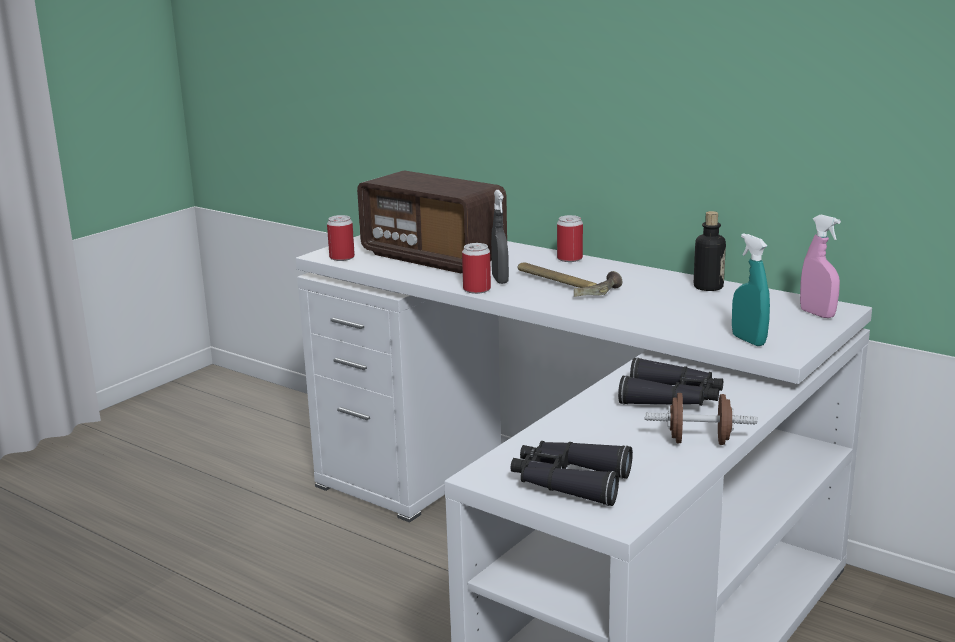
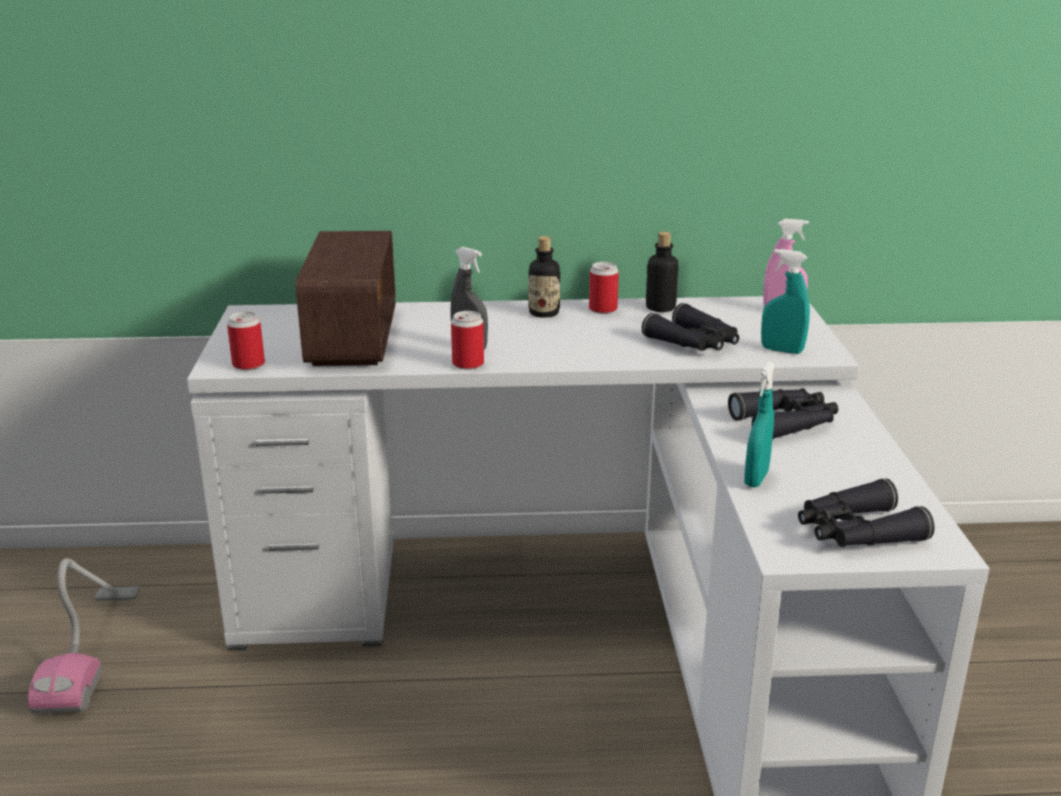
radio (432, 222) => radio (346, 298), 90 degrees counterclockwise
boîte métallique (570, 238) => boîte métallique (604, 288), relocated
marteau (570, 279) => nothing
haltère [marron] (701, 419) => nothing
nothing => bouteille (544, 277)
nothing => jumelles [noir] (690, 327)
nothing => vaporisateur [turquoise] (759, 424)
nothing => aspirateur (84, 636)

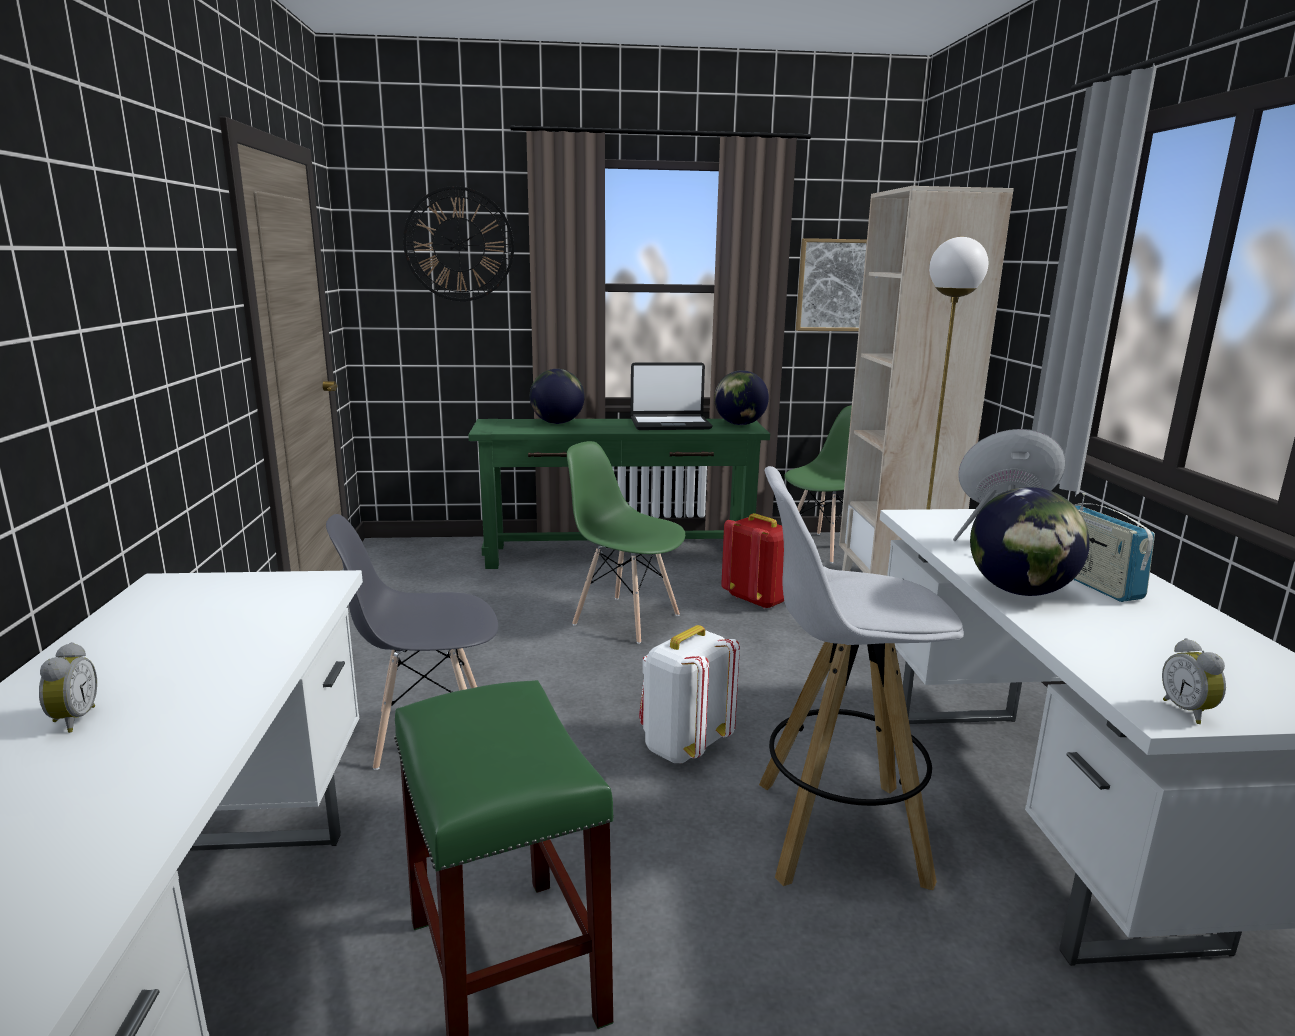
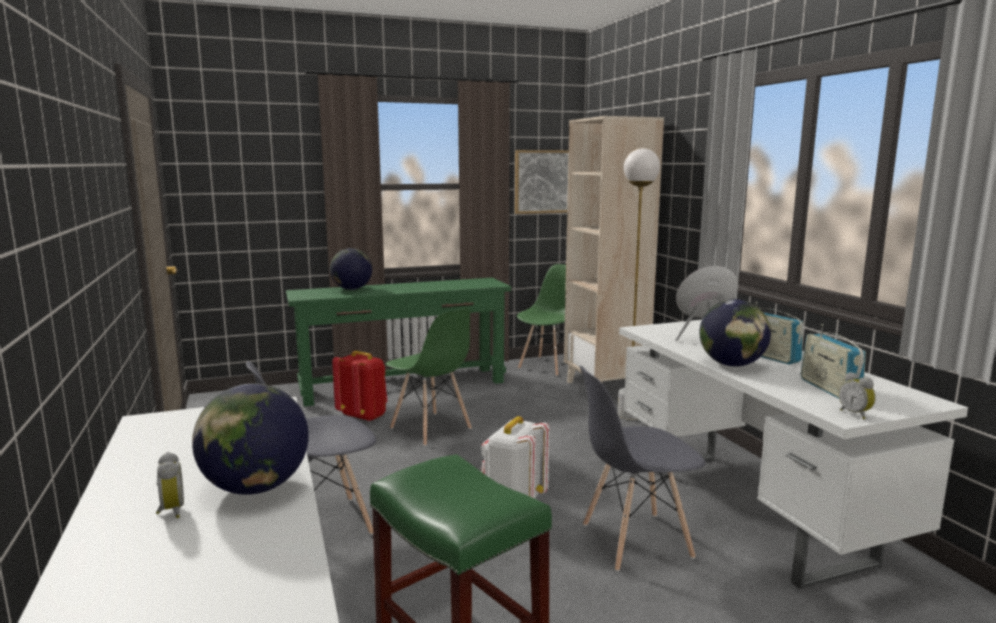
horloge murale (458, 243) => nothing
ordinateur portable (671, 396) => nothing
globe (741, 397) => globe (250, 439), relocated
chaise [vert] (626, 542) => chaise [vert] (429, 377), 150 degrees counterclockwise
tabouret [blanc] (861, 678) => chaise [gris] (643, 468)
sac à dos [rouge] (752, 561) => sac à dos [rouge] (359, 386), relocated
nothing => radio (833, 361)

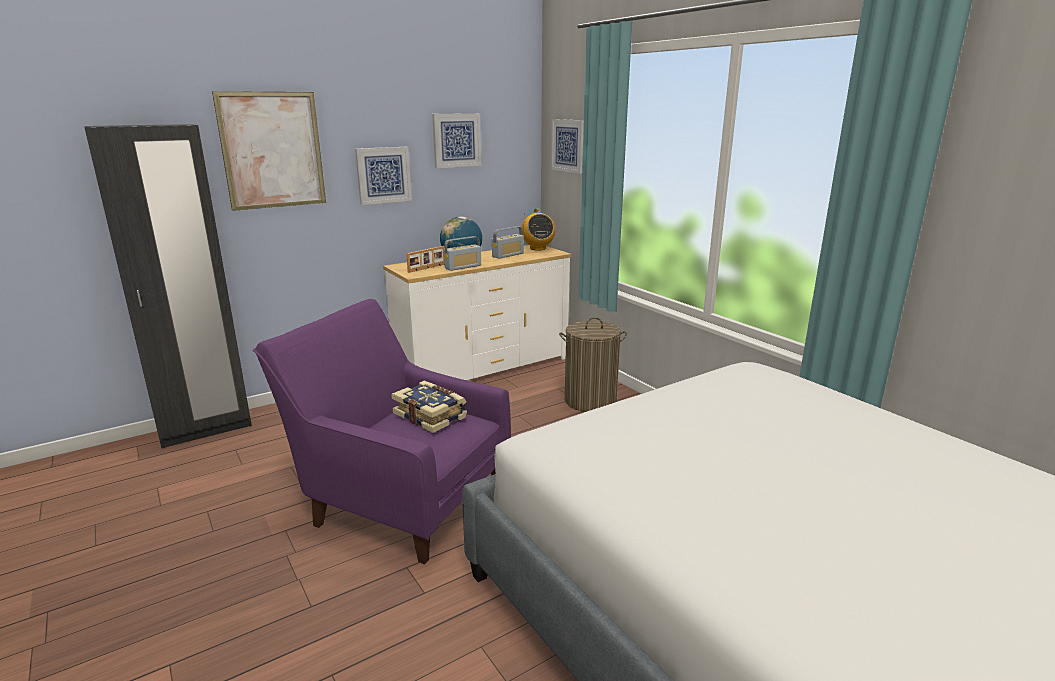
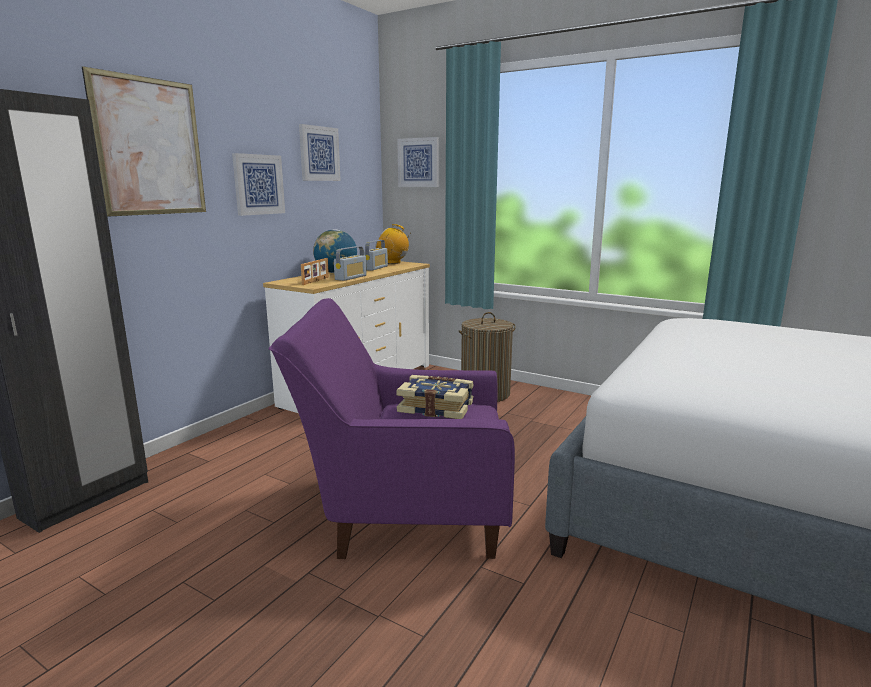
radio (538, 229) => radio (393, 244), 150 degrees clockwise

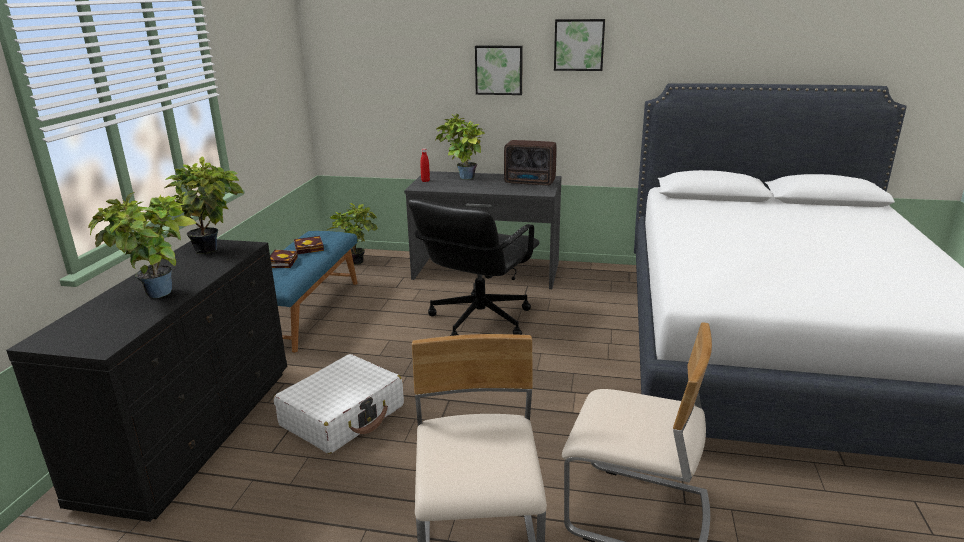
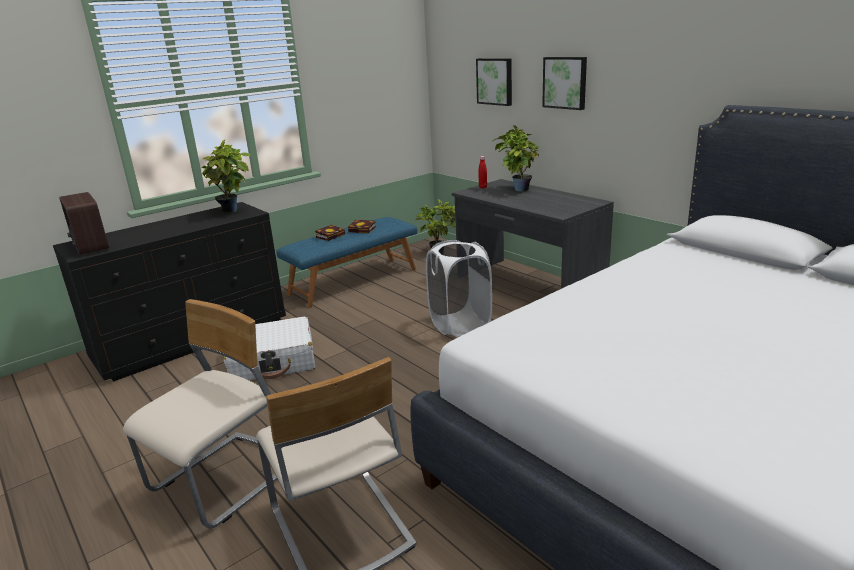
tableau (579, 45) => tableau (494, 82), relocated
radio (530, 163) => radio (84, 223), relocated
plante en pot (142, 245) => nothing
chaise de bureau [noir] (474, 267) => panier à linge [blanc] (459, 288)

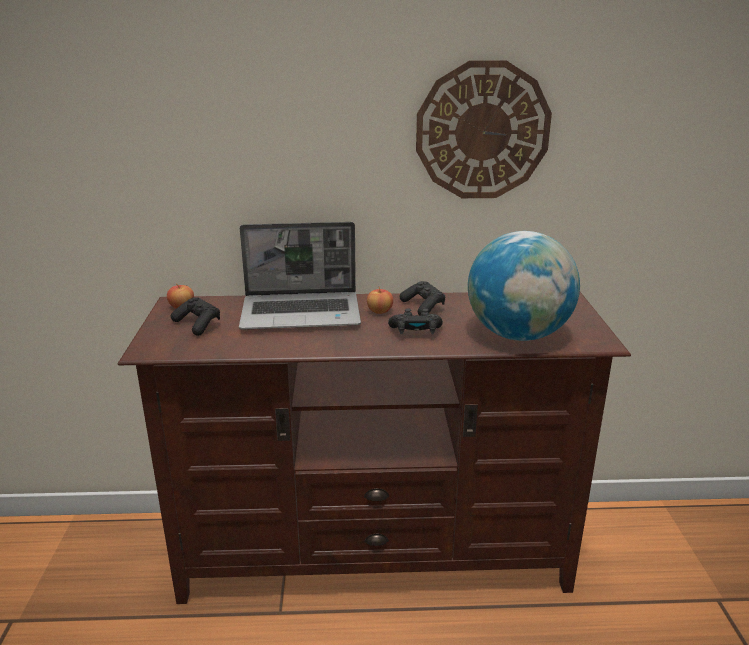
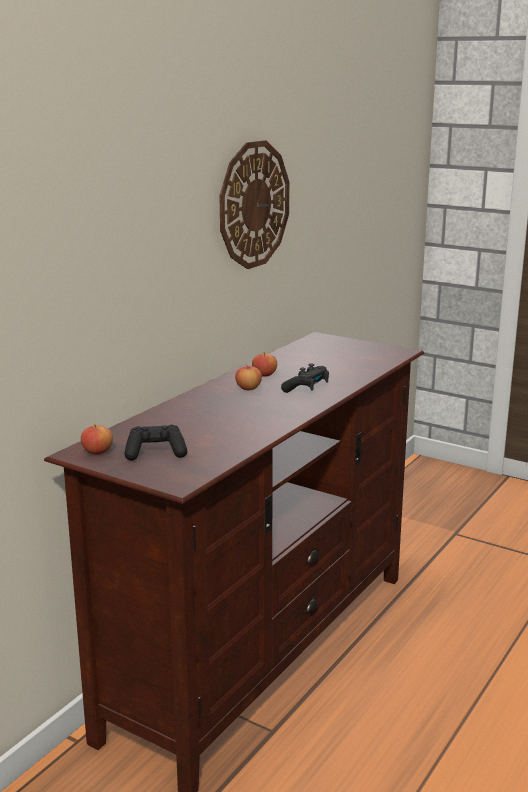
ordinateur portable (300, 275) => nothing
globe (524, 286) => nothing
manette [noir] (422, 298) => pomme (264, 364)

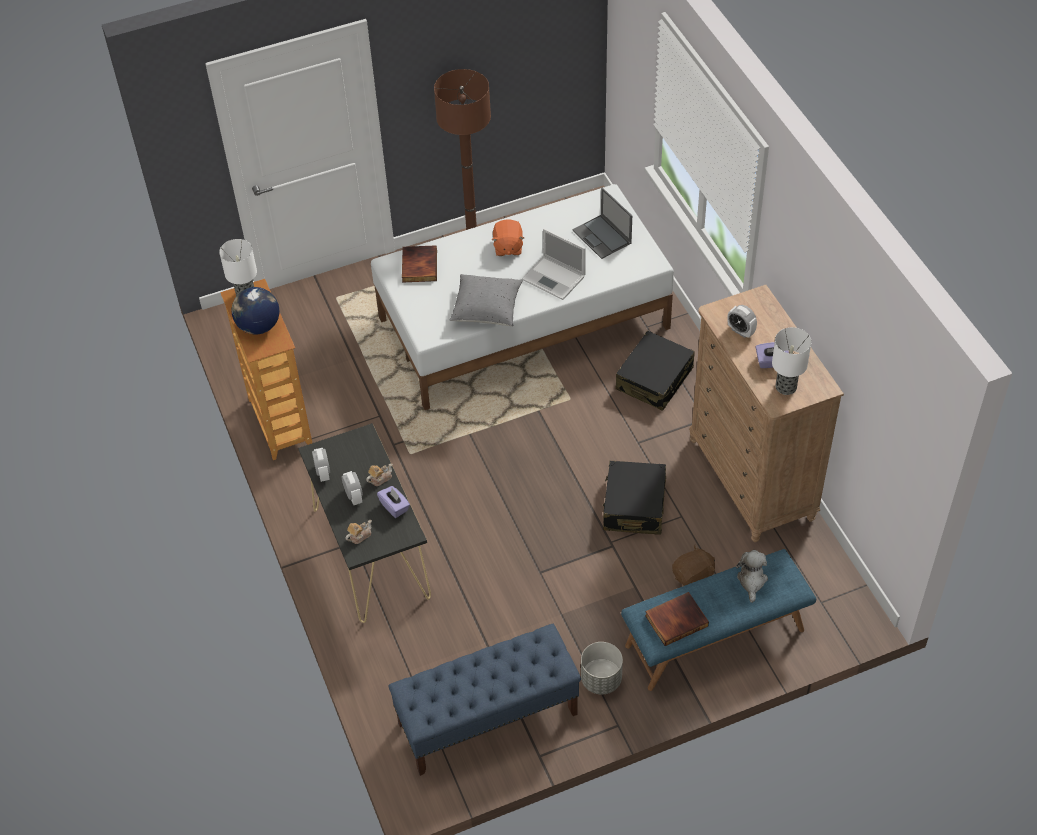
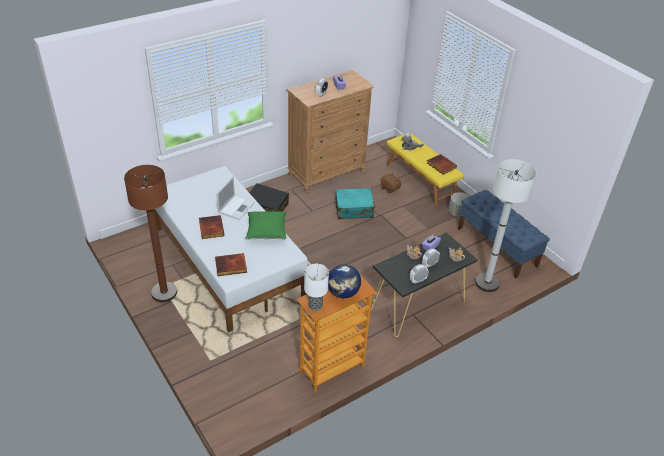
ordinateur portable (602, 223) => nothing
peluche [orange] (508, 237) => livre (211, 227)
coussin [gris] (486, 300) => coussin [vert] (266, 225)
lampe de table (791, 361) => nothing
valise [noir] (634, 498) => valise [turquoise] (355, 203)
banc [bleu] (718, 620) => banc [jaune] (425, 170)
nothing => lampadaire [blanc] (505, 225)

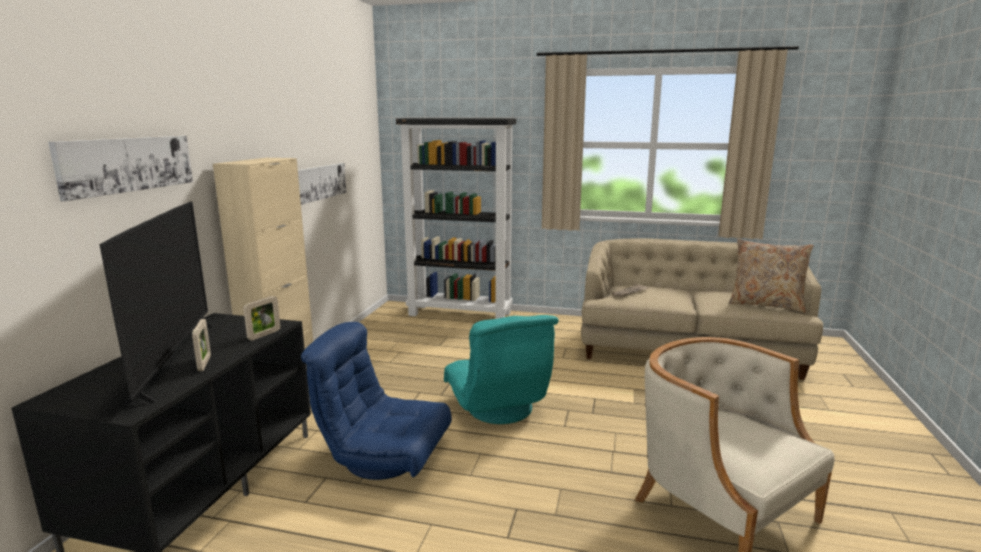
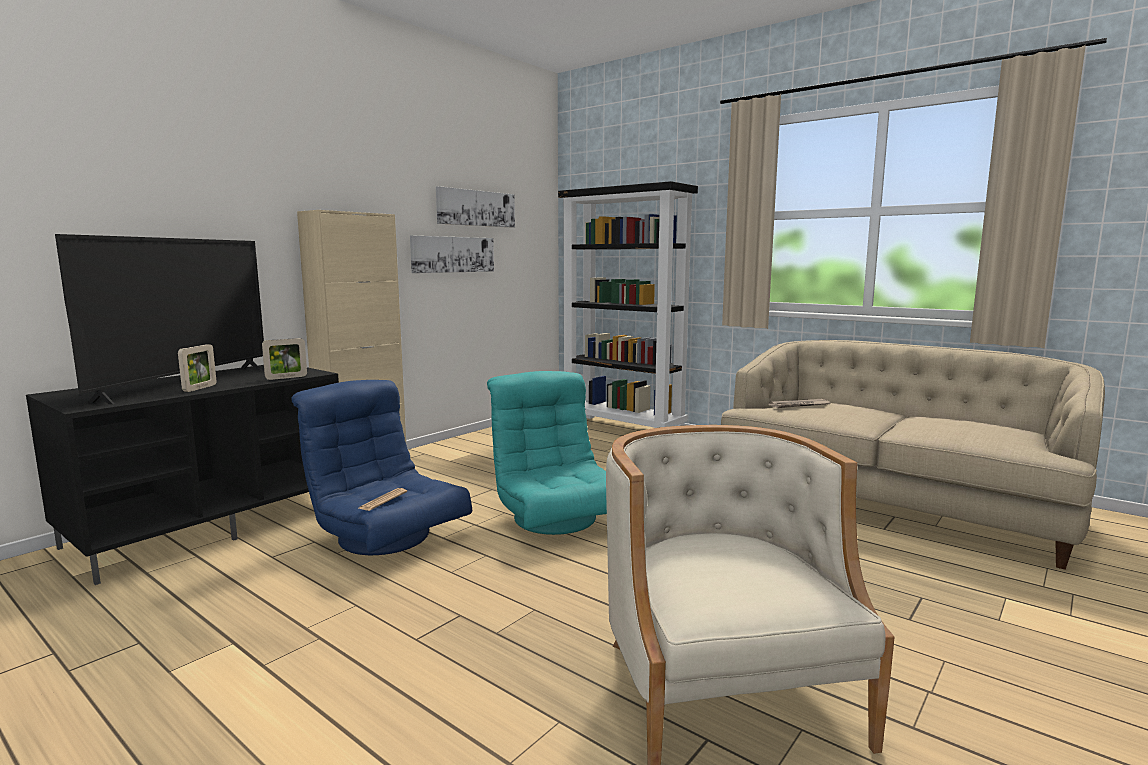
tableau (120, 168) => tableau (475, 207), relocated
coussin [beige] (771, 276) => nothing
fauteuil [turquoise] (501, 369) => fauteuil [turquoise] (547, 453), 150 degrees clockwise
nothing => journal (383, 499)

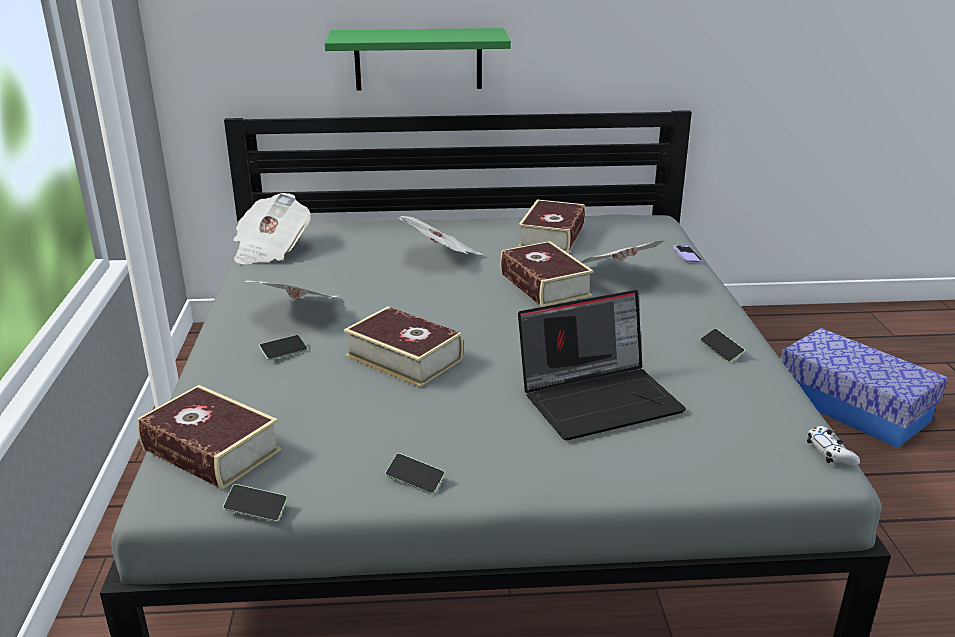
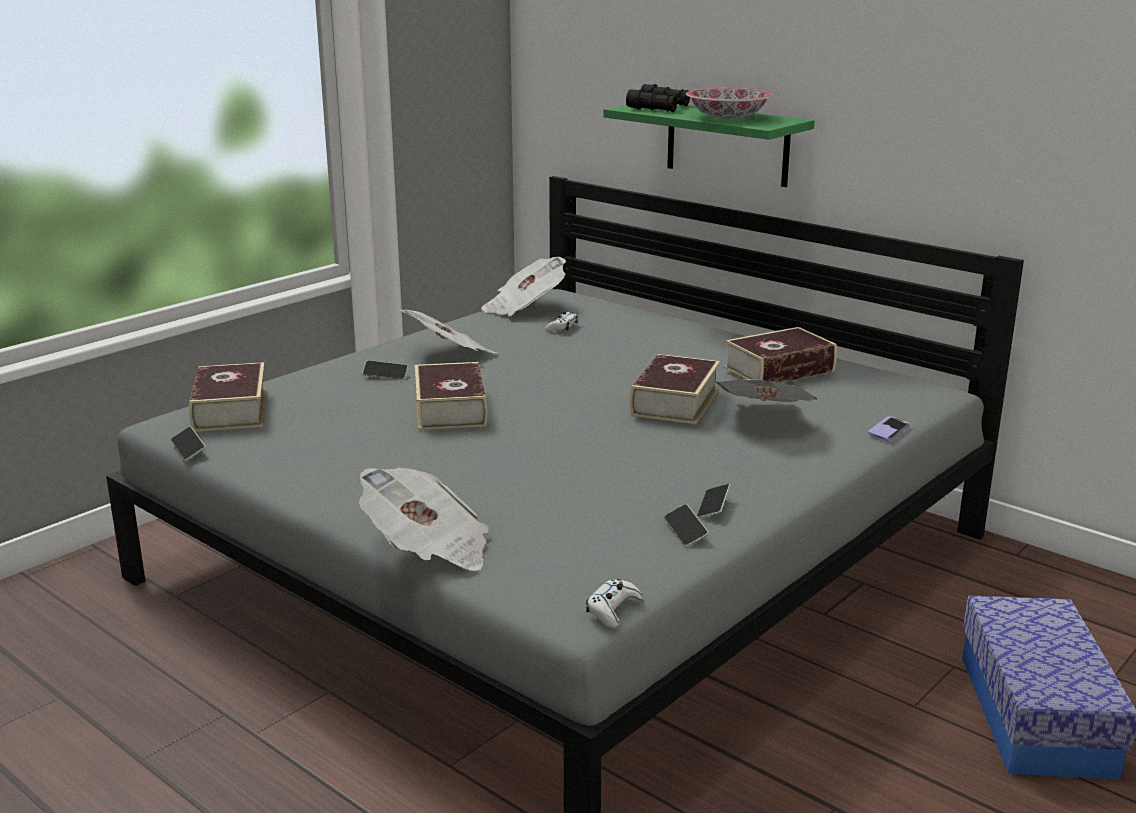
journal (440, 235) => journal (424, 519), relocated
ordinateur portable (602, 365) => nothing
téléphone (415, 473) => téléphone (686, 525), relocated
nothing => jumelles [noir] (658, 98)
nothing => bol (729, 103)
nothing => manette [blanc] (561, 322)

